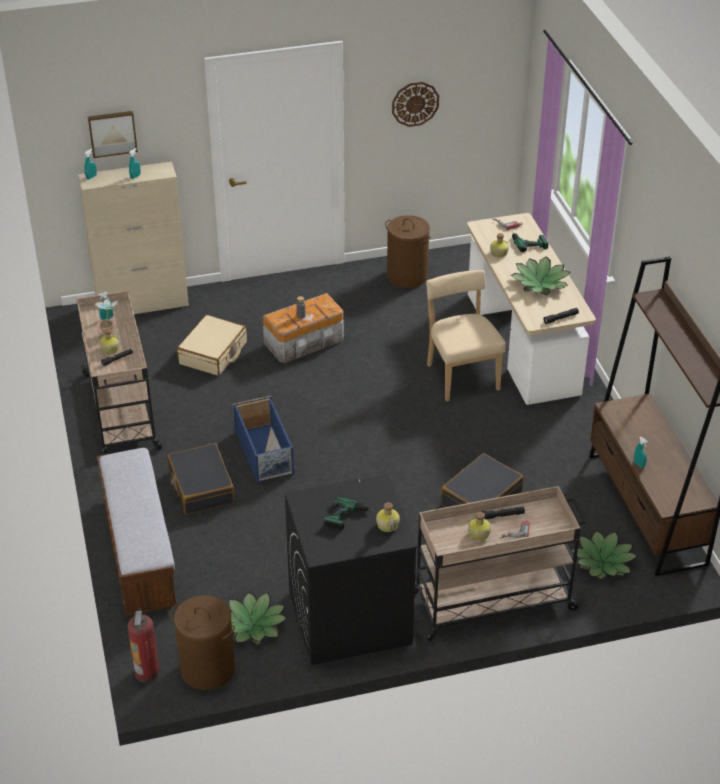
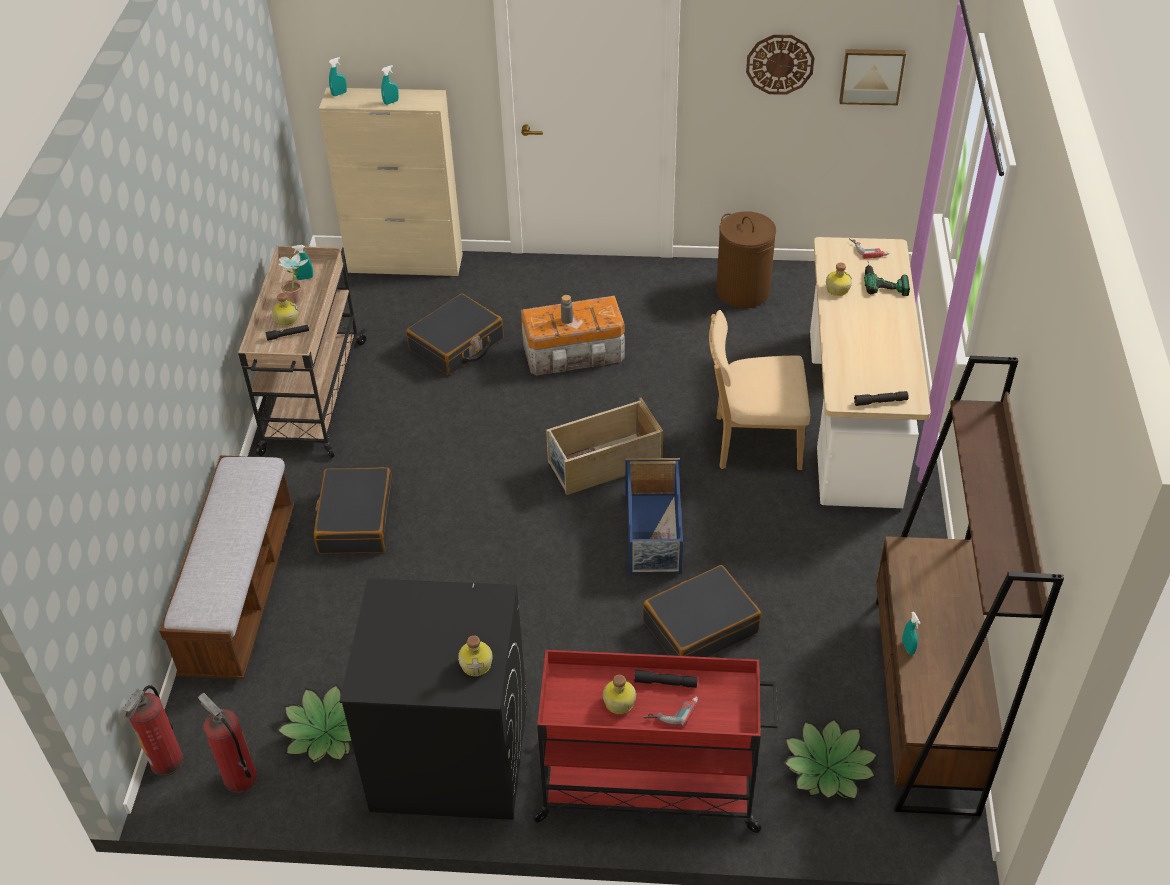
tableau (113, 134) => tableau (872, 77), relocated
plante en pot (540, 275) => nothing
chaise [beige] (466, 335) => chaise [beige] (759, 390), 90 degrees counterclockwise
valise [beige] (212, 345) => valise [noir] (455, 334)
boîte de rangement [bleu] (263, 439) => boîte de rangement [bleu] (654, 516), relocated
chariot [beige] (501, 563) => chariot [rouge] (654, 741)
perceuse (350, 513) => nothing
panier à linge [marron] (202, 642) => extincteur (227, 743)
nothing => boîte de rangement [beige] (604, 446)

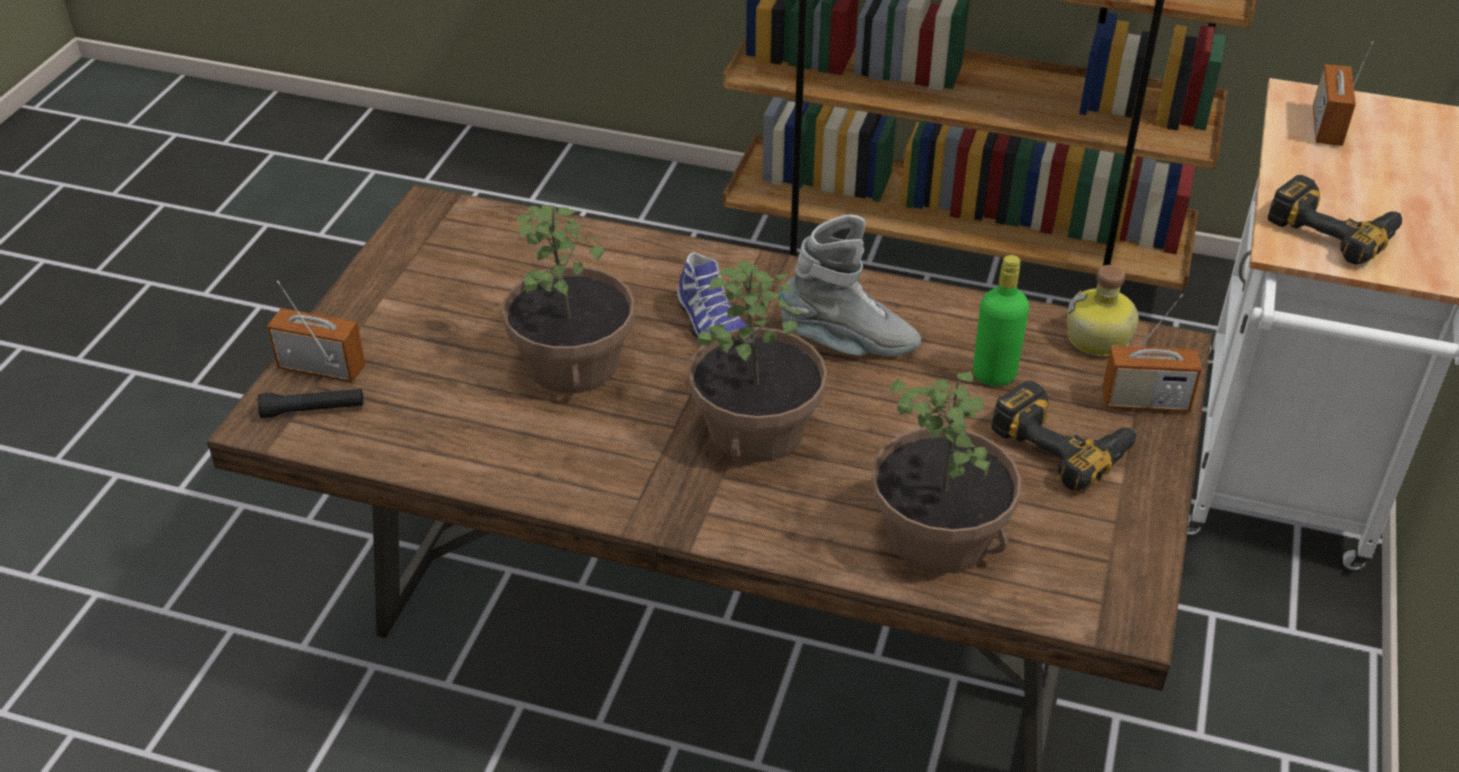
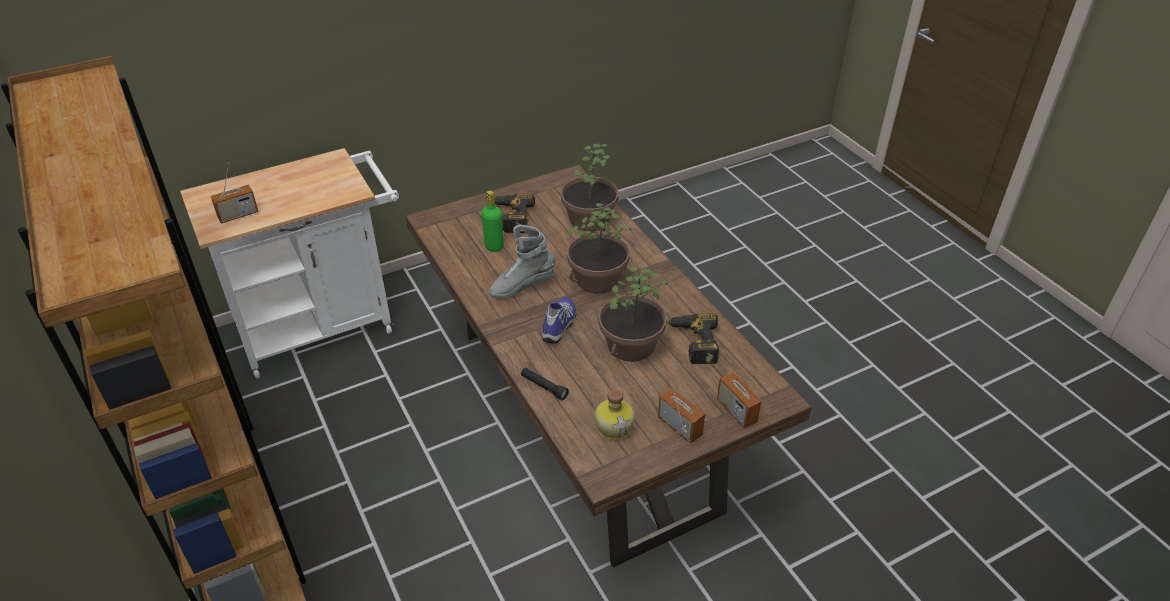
perceuse (1335, 220) => perceuse (692, 338), relocated
botte [gris] (850, 285) => botte [gris] (522, 262), 75 degrees counterclockwise
bouteille (1102, 311) => bouteille (614, 414), relocated
radio (1152, 353) => radio (681, 411), relocated
lampe de poche [noir] (310, 403) => lampe de poche [noir] (545, 384), relocated

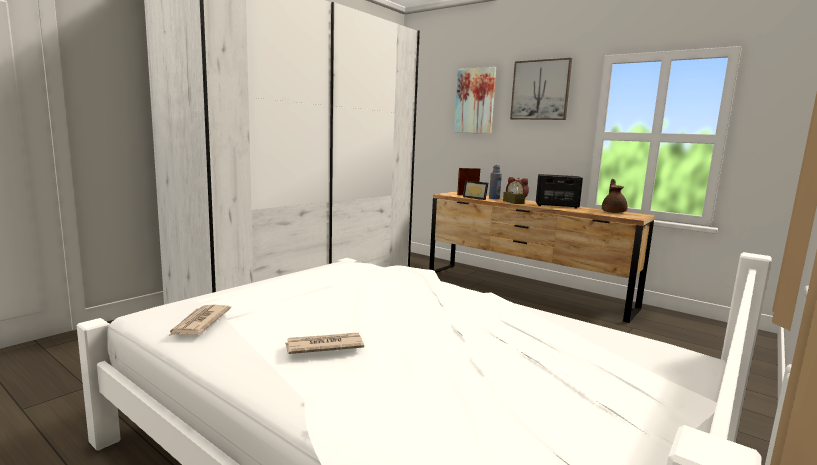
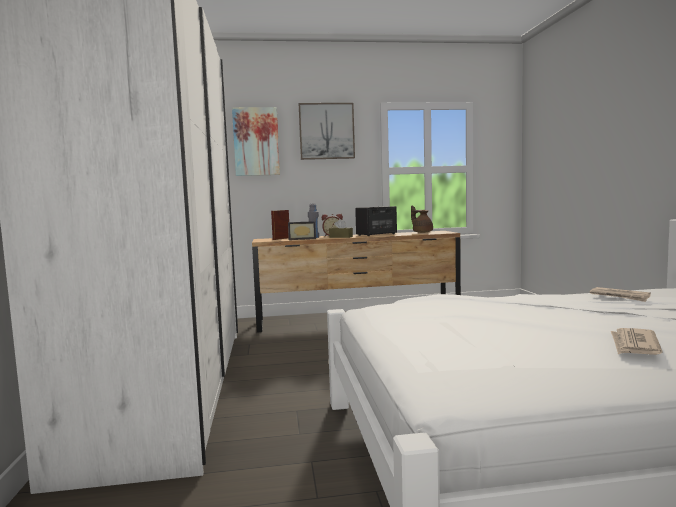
journal (199, 320) => journal (620, 294), relocated

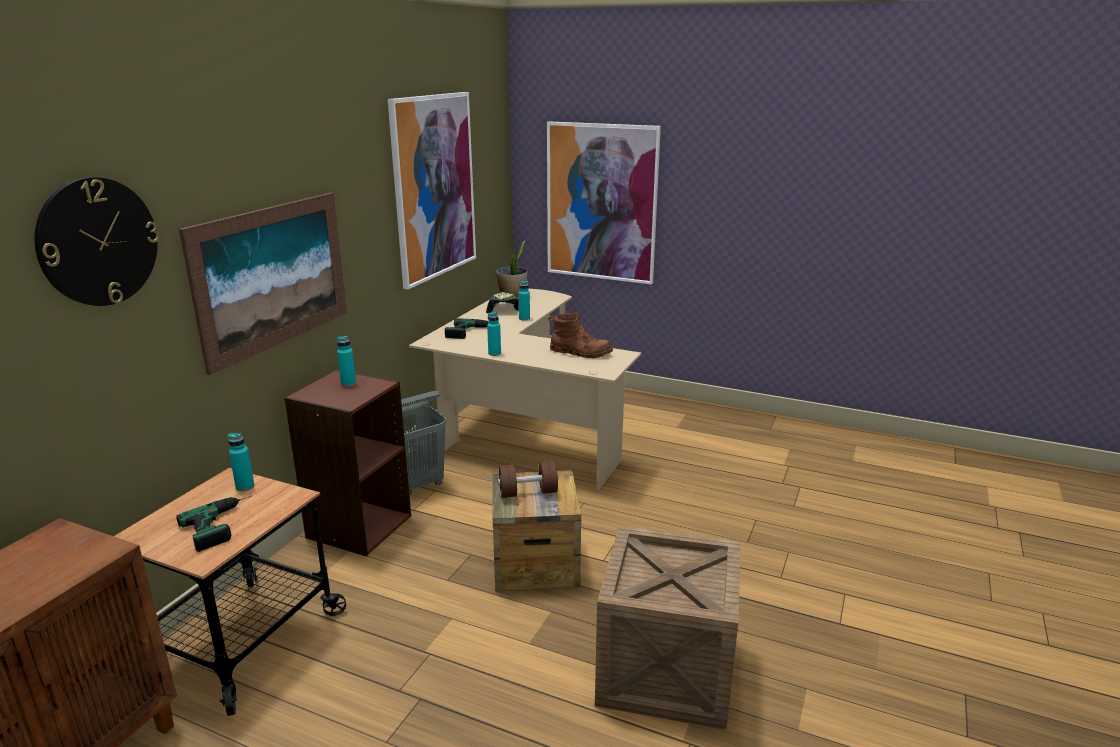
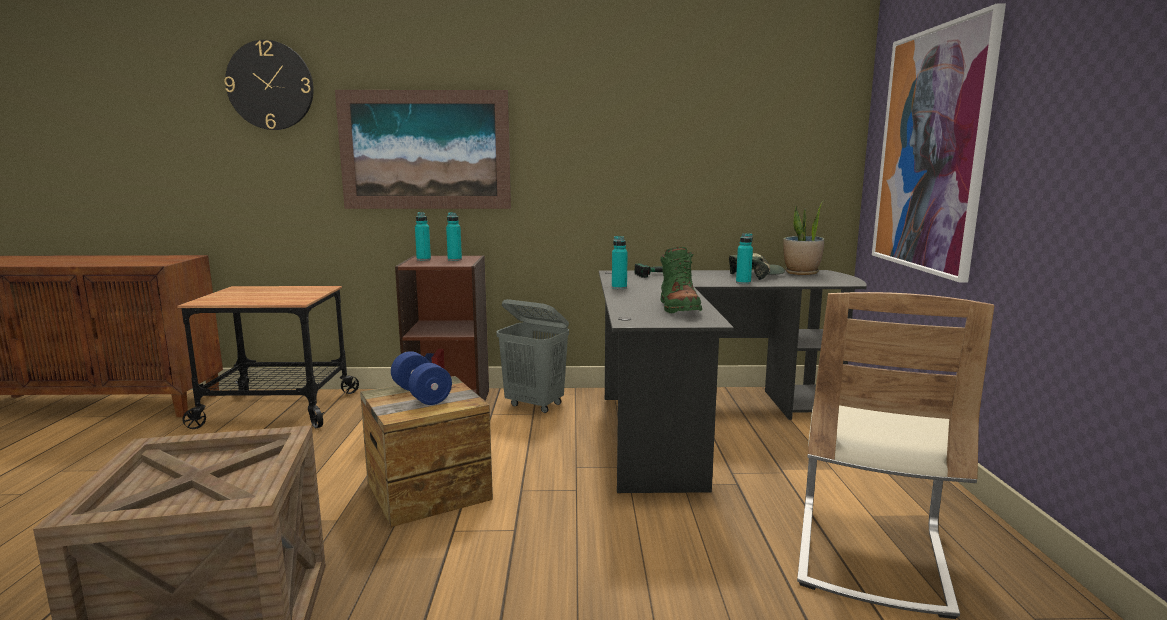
tableau (432, 190) => nothing
bureau [beige] (525, 389) => bureau [noir] (733, 381)
botte [marron] (580, 334) => botte [vert] (681, 280)
bouteille [turquoise] (241, 462) => bouteille [turquoise] (423, 236), relocated
haltère [marron] (528, 479) => haltère [bleu] (421, 378)
perceuse (214, 524) => nothing
nothing => chaise [beige] (895, 455)

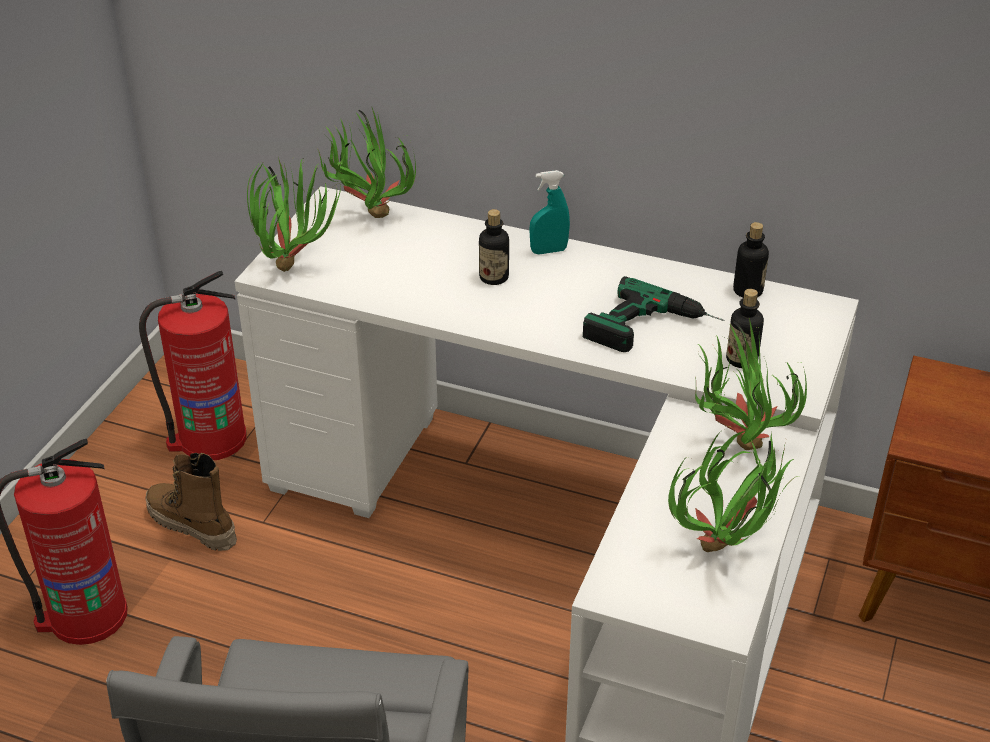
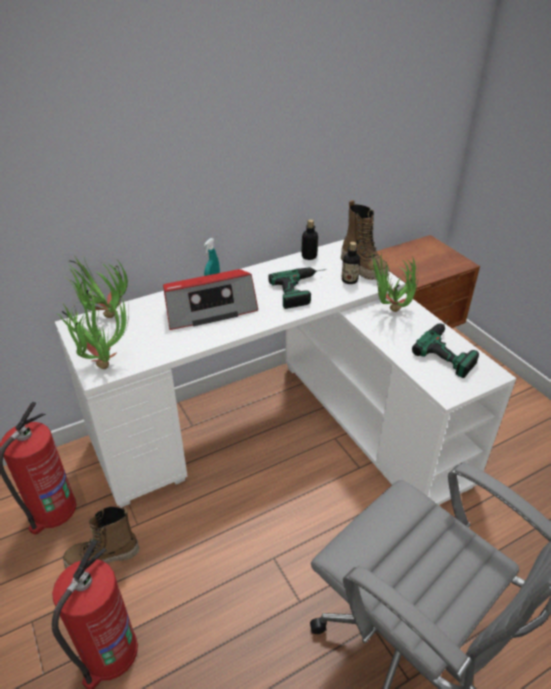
bouteille (494, 247) => radio (210, 299)
plante en pot (733, 489) => perceuse (445, 349)
nothing => botte (365, 240)

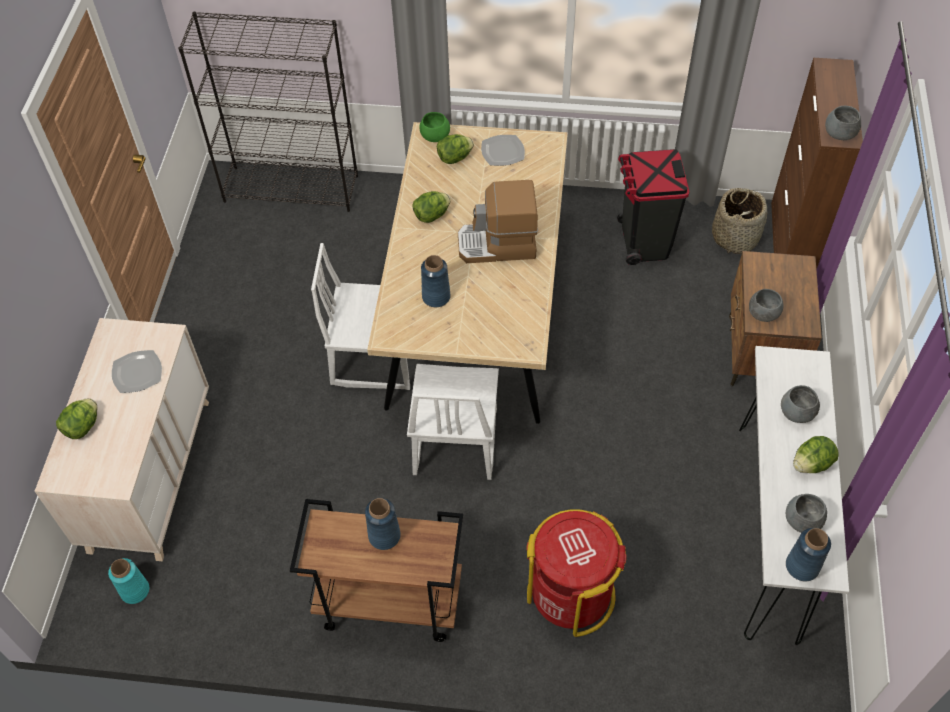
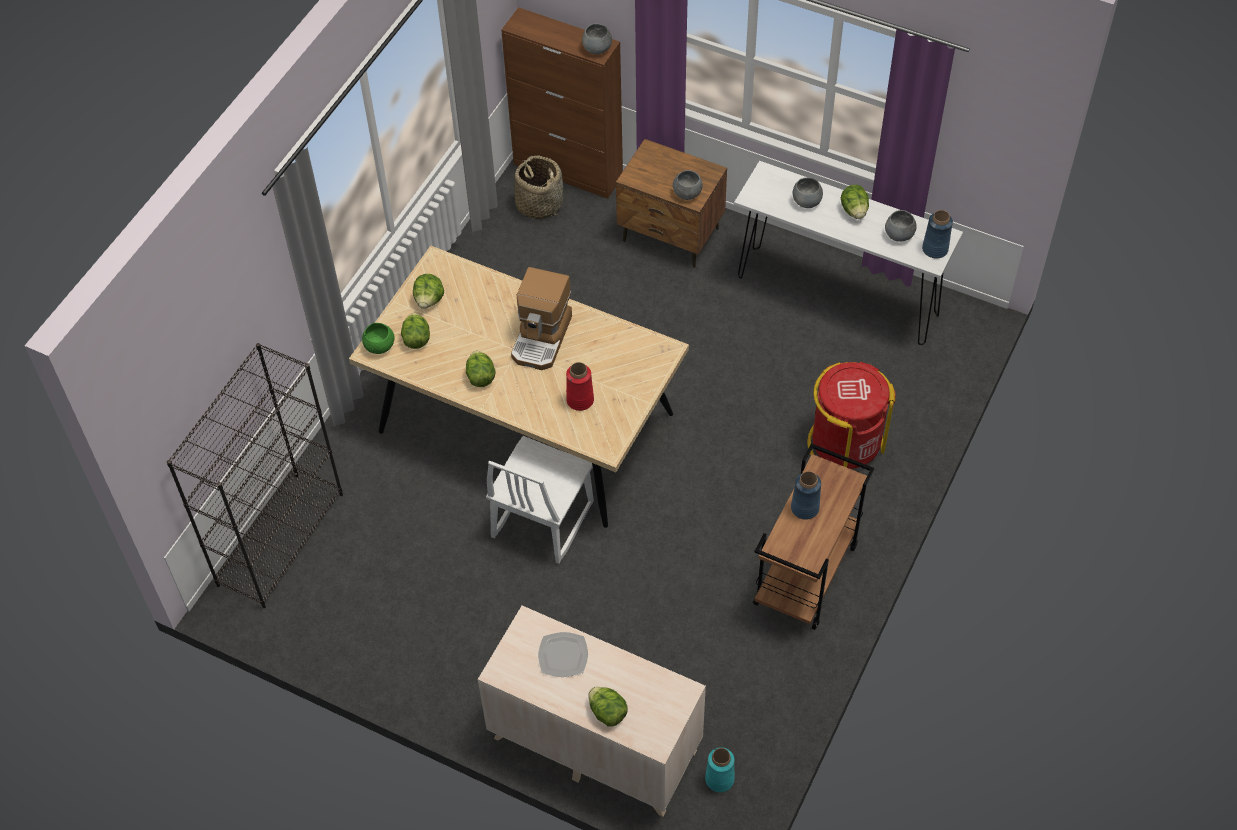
assiette (503, 150) => laitue (428, 291)
poubelle [noir] (653, 207) => nothing
vase [bleu] (436, 281) => vase [rouge] (580, 386)
chaise [blanc] (453, 422) => nothing

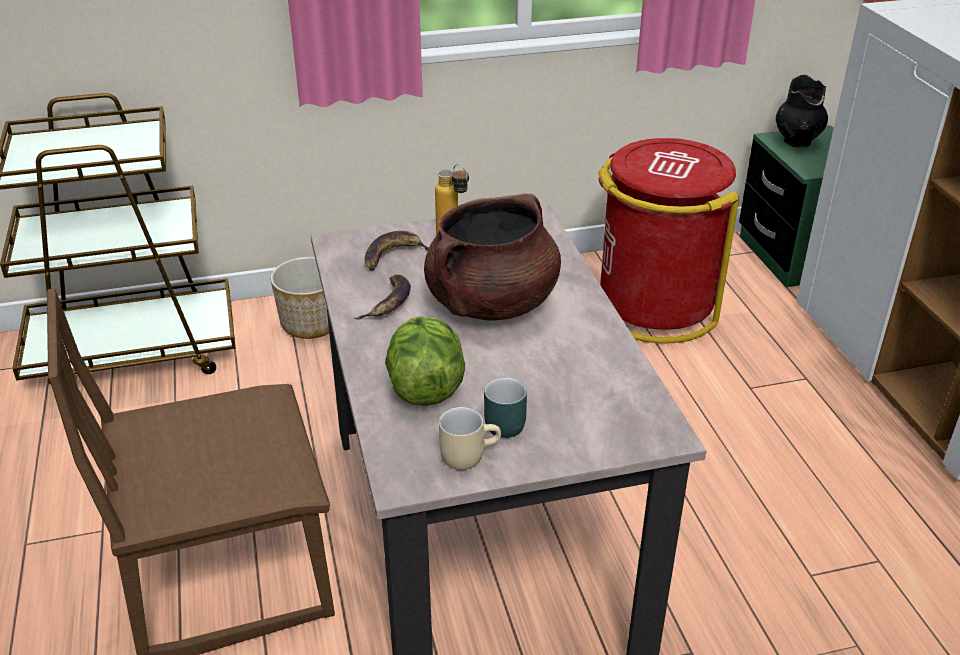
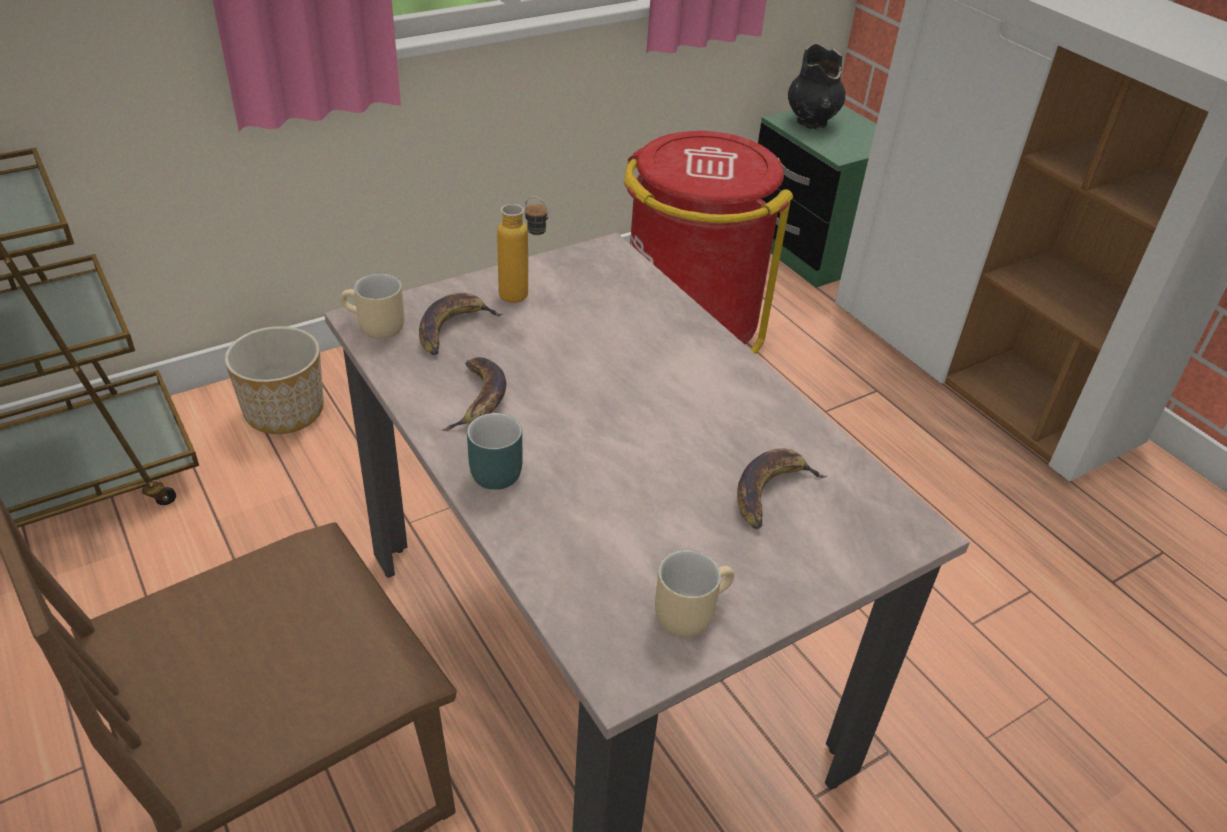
marmite [marron] (492, 257) => nothing
laitue (425, 361) => nothing
mug [turquoise] (505, 407) => mug [turquoise] (495, 451), relocated
nothing => mug [beige] (372, 306)
nothing => banane (782, 488)

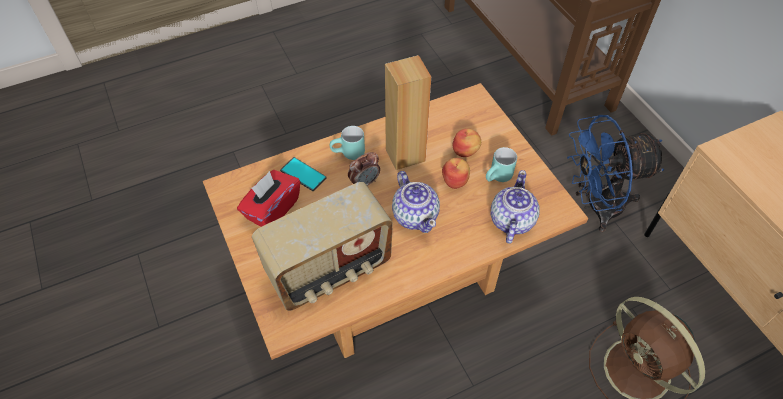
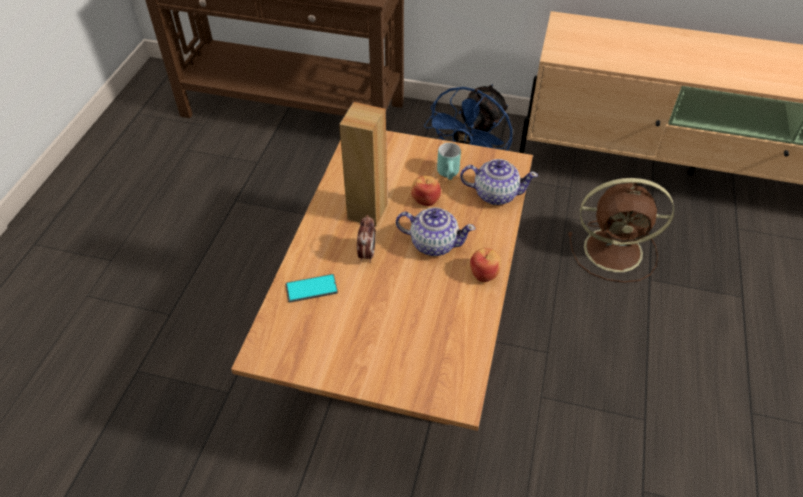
mug [turquoise] (347, 143) => nothing
pomme (467, 142) => pomme (485, 265), relocated
boîte à mouchoirs [rouge] (268, 198) => nothing
théière (515, 207) => théière (499, 182), 135 degrees clockwise
radio (322, 246) => nothing

